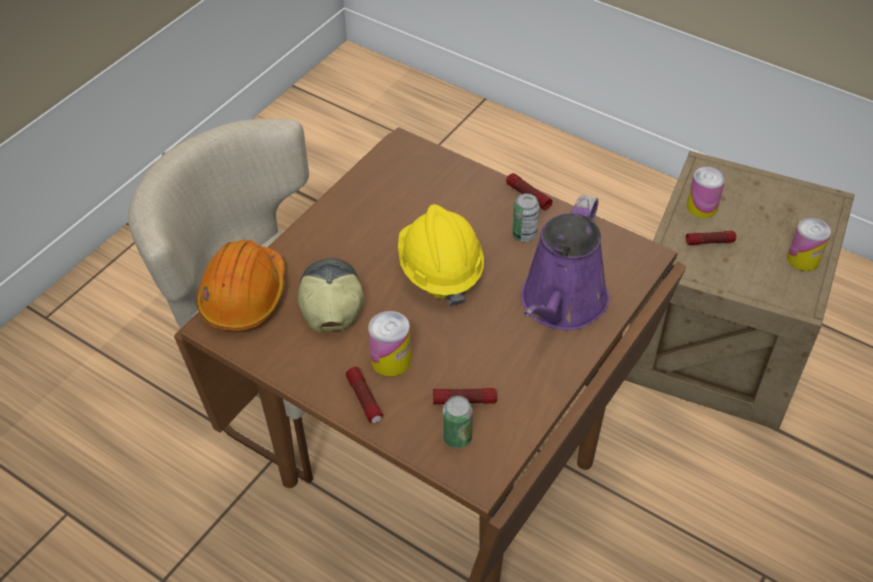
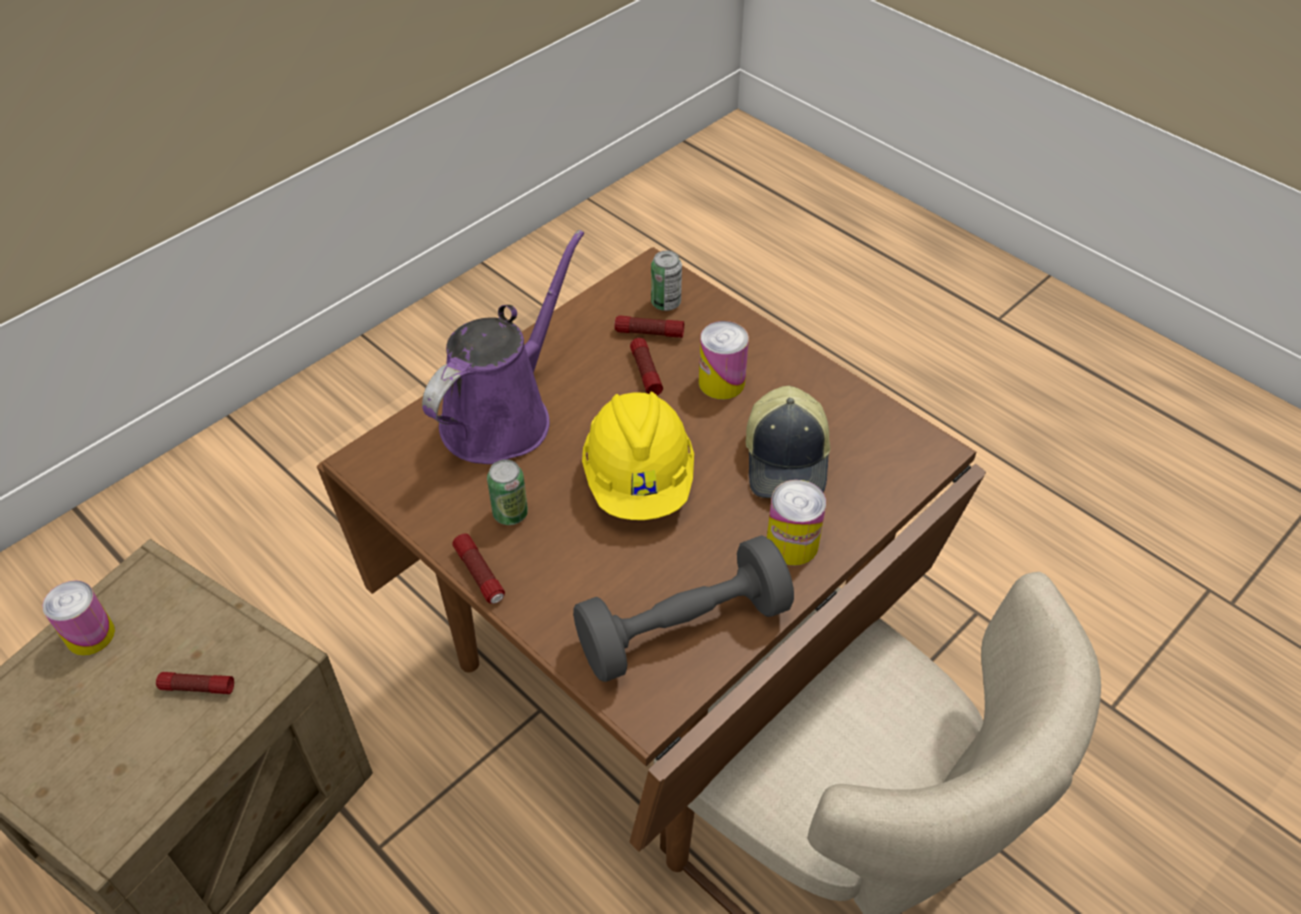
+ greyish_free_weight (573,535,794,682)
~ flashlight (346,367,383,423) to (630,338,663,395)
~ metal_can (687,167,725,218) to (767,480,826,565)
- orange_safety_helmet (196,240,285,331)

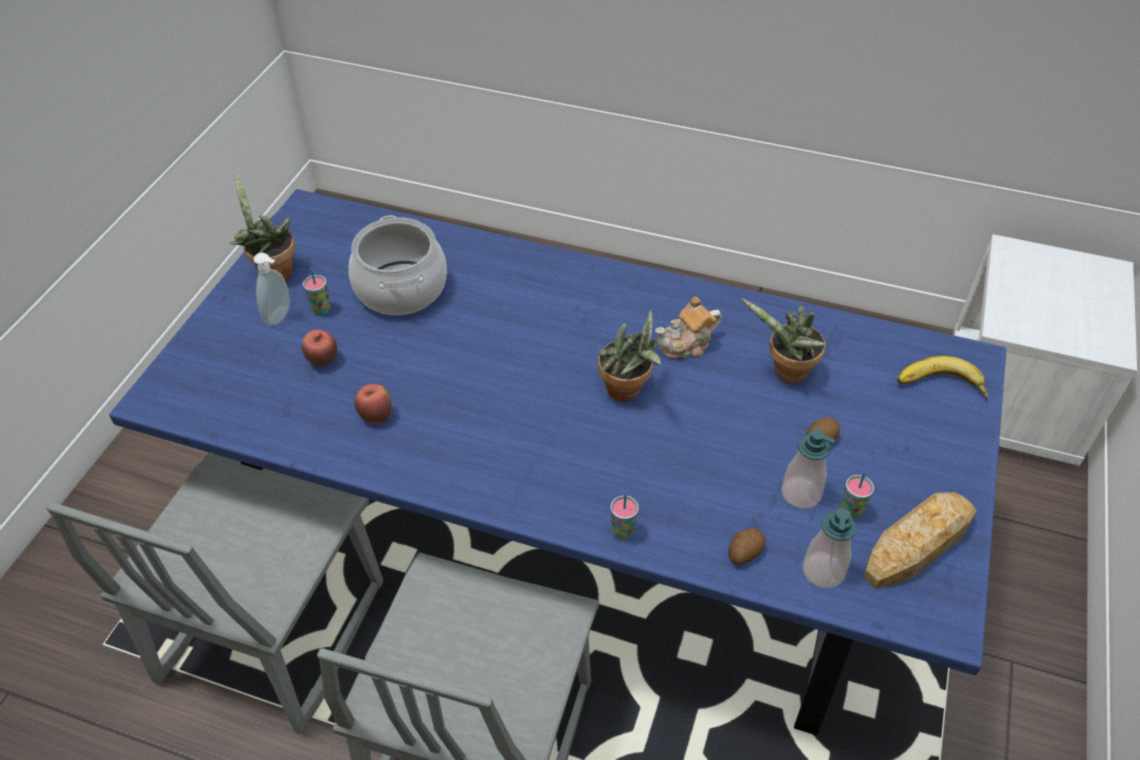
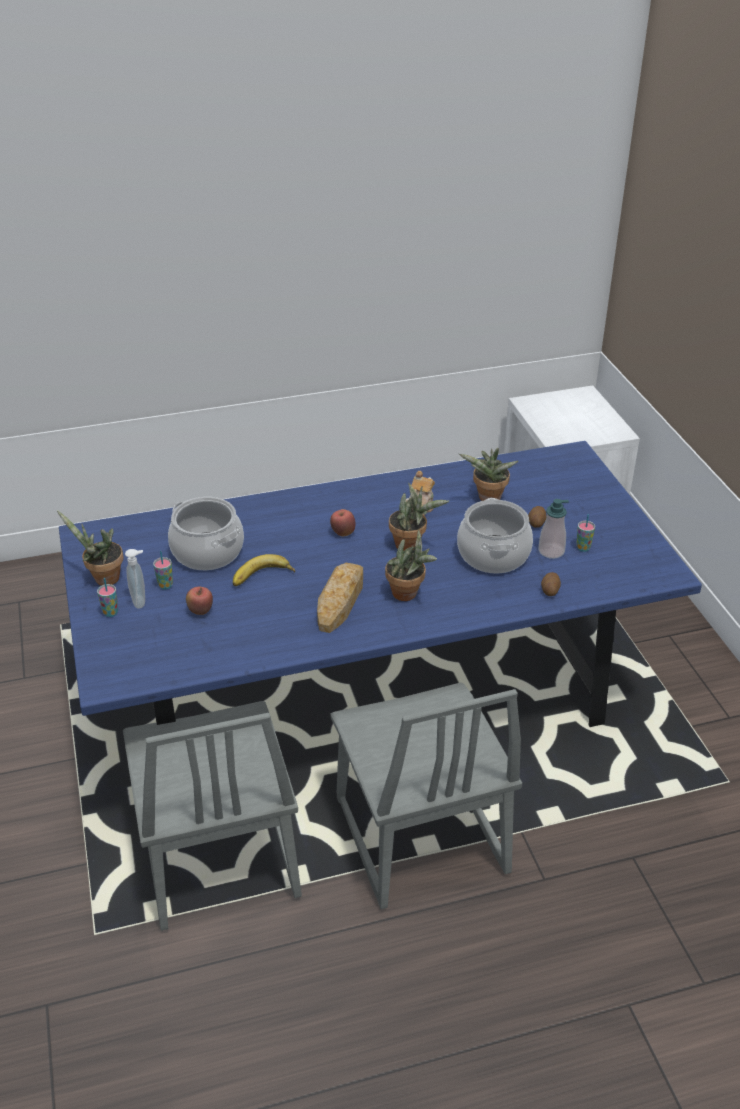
~ cup (611,493,639,540) to (97,578,118,617)
~ banana (897,356,988,399) to (233,554,295,586)
~ bakery_bread (863,492,977,588) to (317,563,363,633)
~ whole_apple (355,384,391,424) to (330,509,356,536)
+ plant_in_a_pot (385,530,437,601)
+ stockpot (457,498,533,574)
- soap_bottle (802,508,857,588)

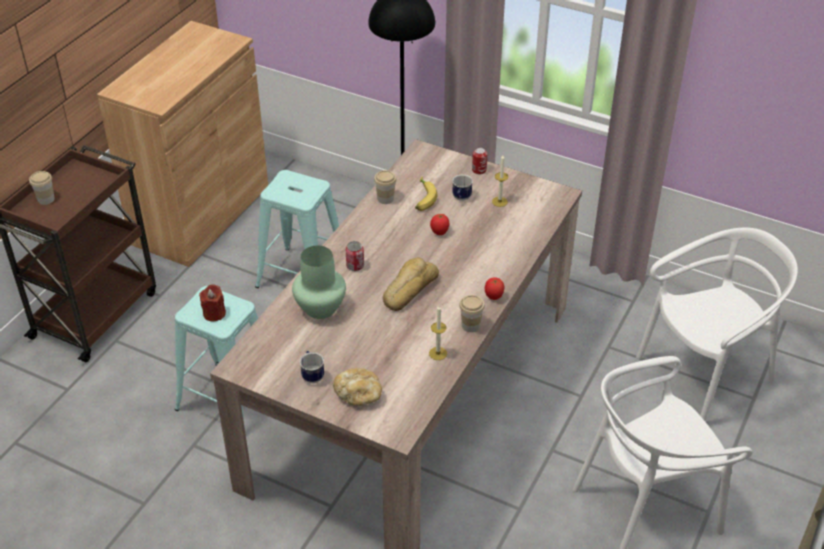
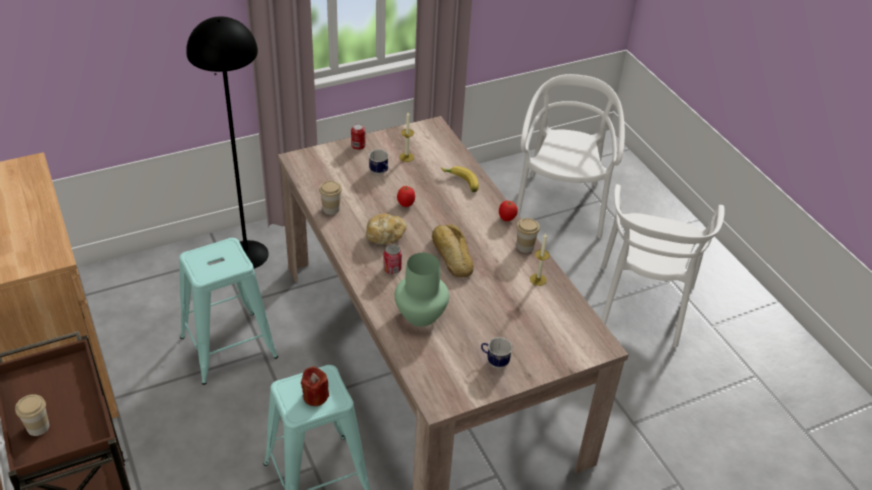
~ bakery_bread (333,368,382,406) to (366,213,407,244)
~ banana (415,177,438,211) to (441,166,479,192)

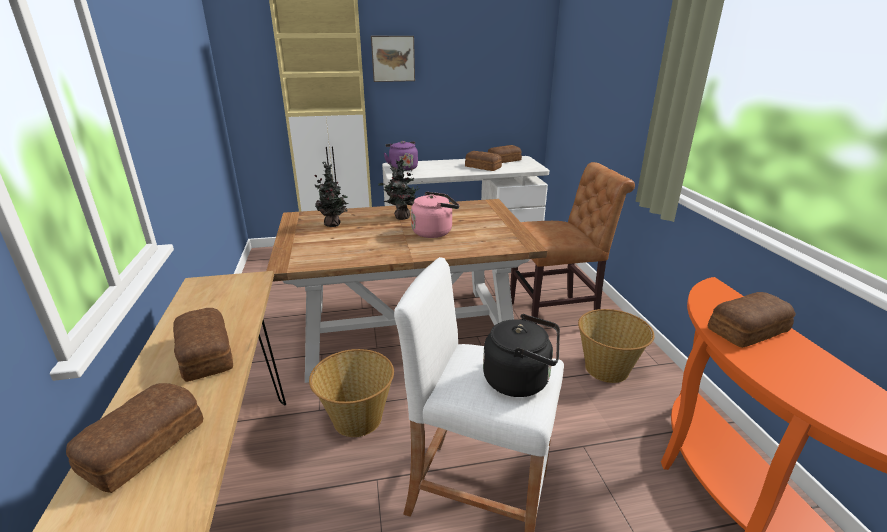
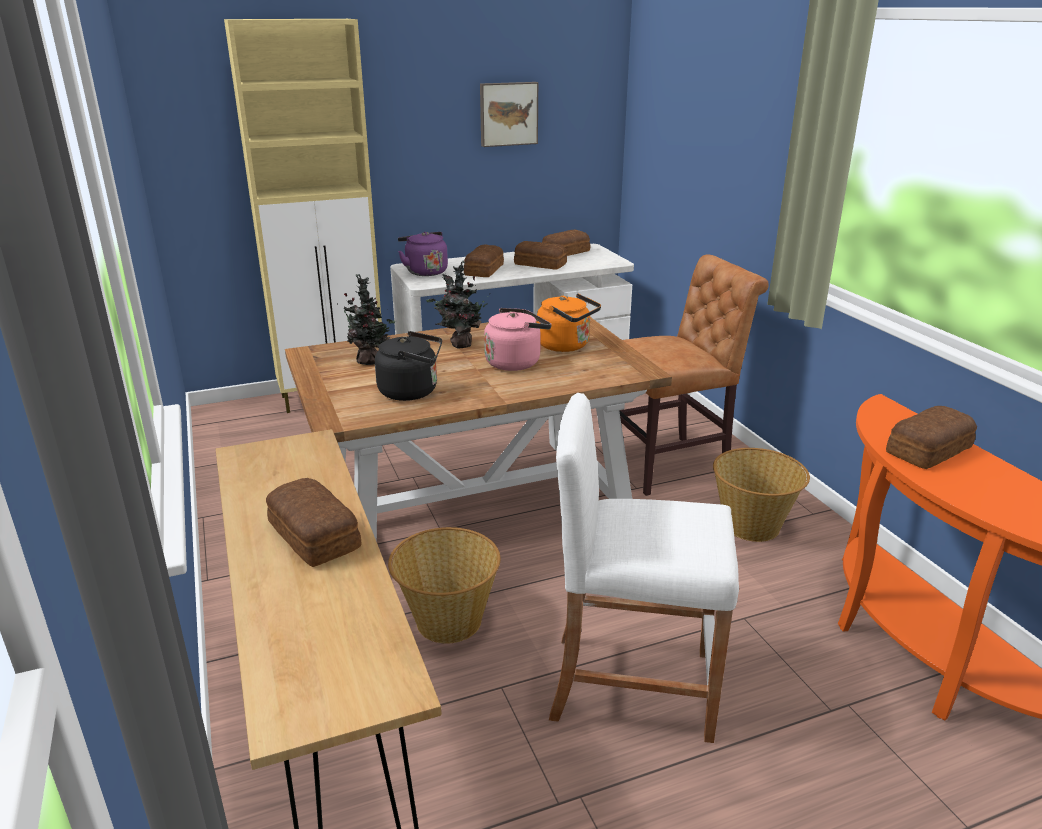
~ blackish_tea_kettle (483,314,560,397) to (375,331,442,401)
~ bakery_bread (66,383,203,493) to (464,245,504,277)
~ picture (371,36,415,82) to (480,82,538,147)
+ orange_tea_kettle (537,293,601,352)

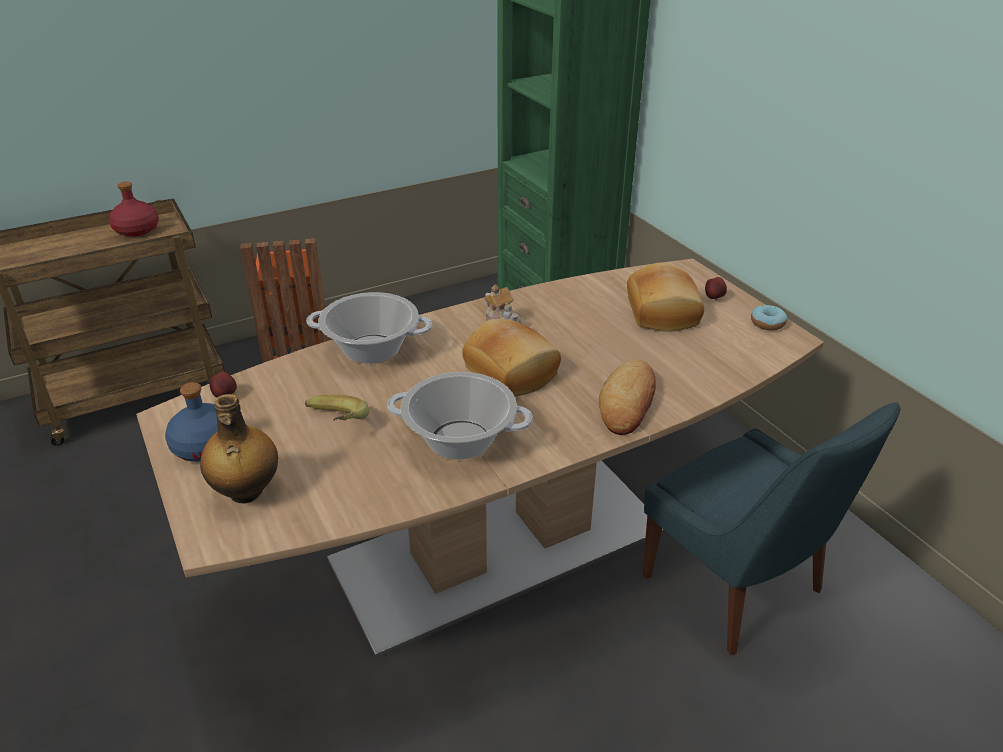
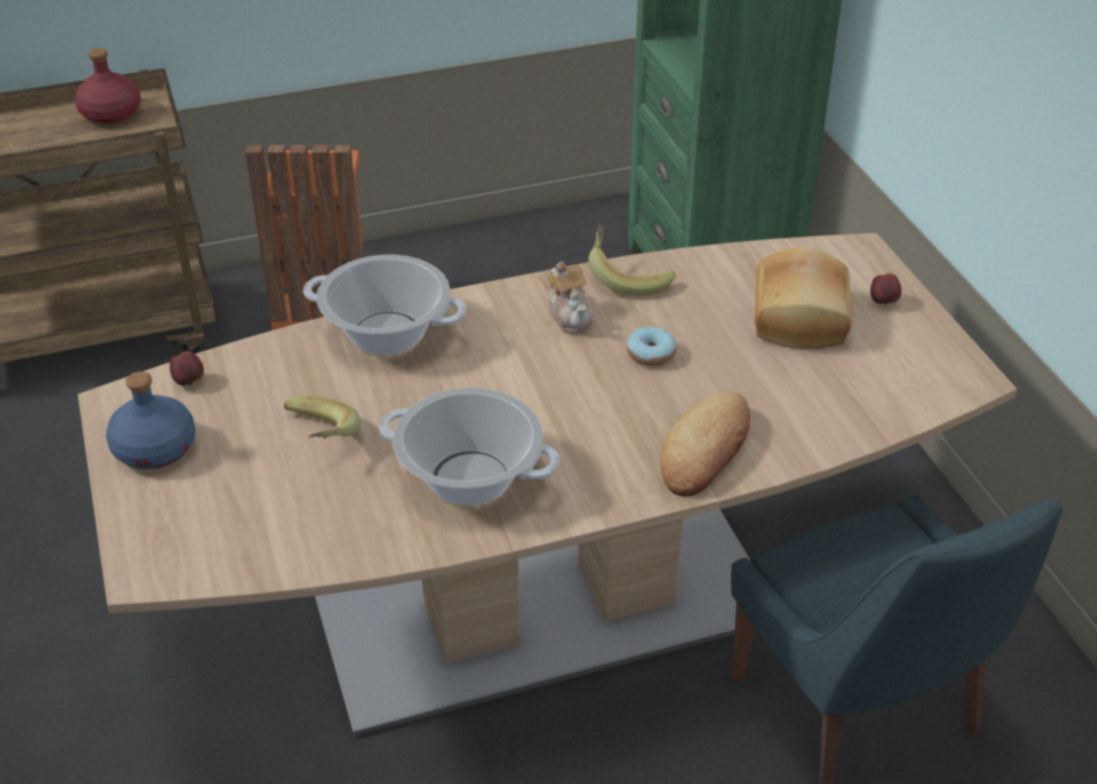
+ banana (588,223,676,296)
~ ring_doughnut (751,305,787,330) to (627,327,677,366)
- beverage_bottle (200,394,278,504)
- bakery_bread (462,319,561,396)

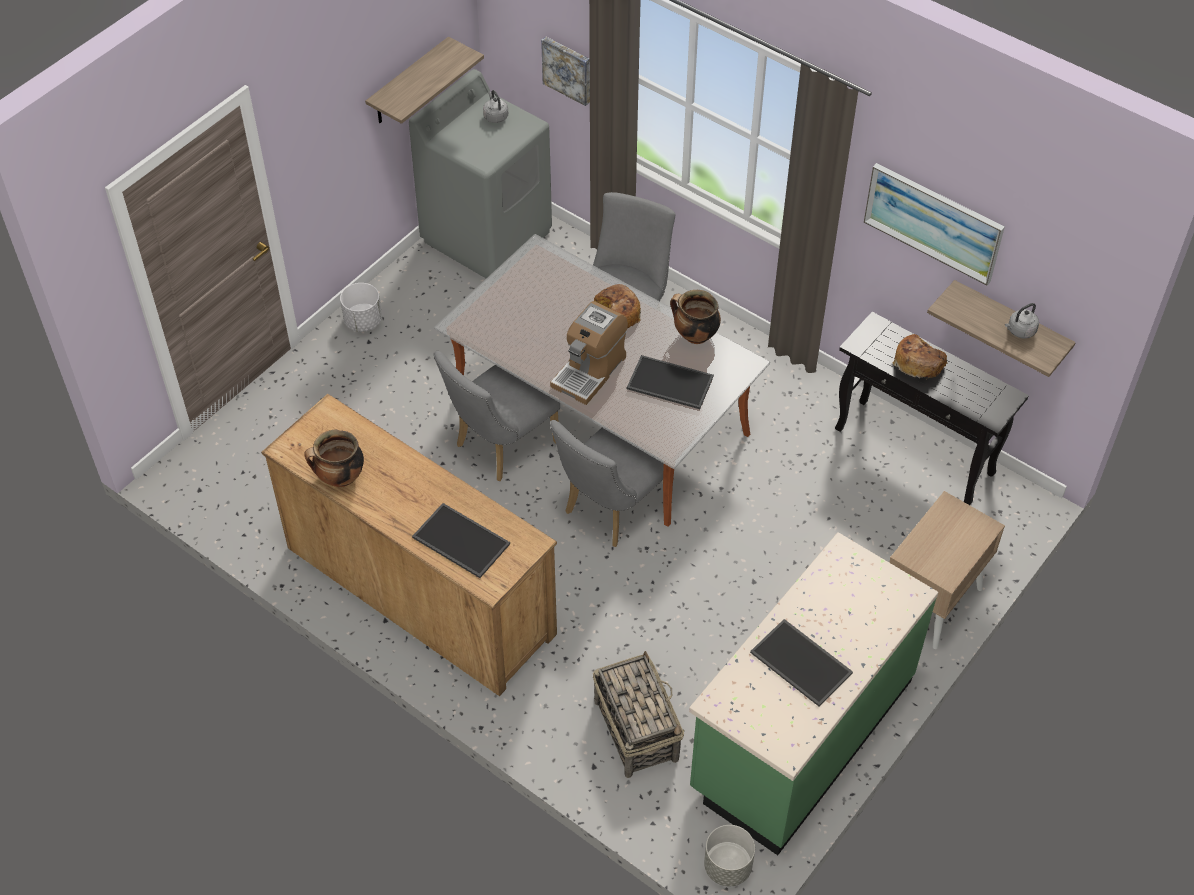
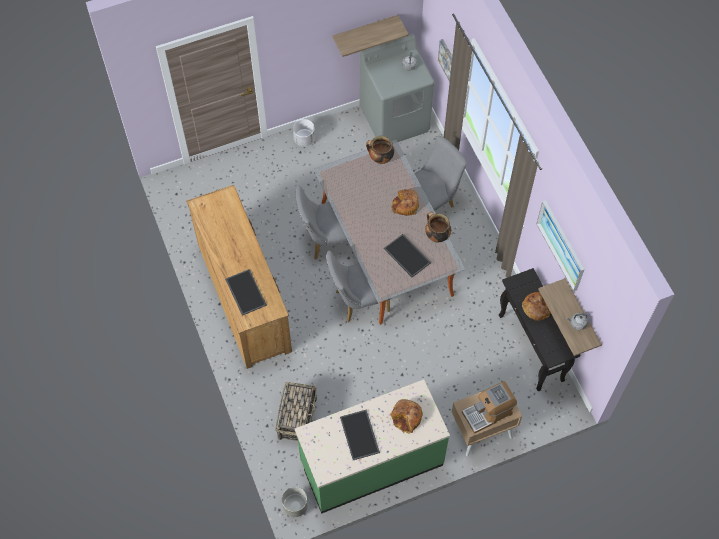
~ stockpot (304,430,364,487) to (366,136,394,164)
+ bakery_bread (390,399,423,434)
~ coffee_maker (550,301,628,405) to (462,381,517,434)

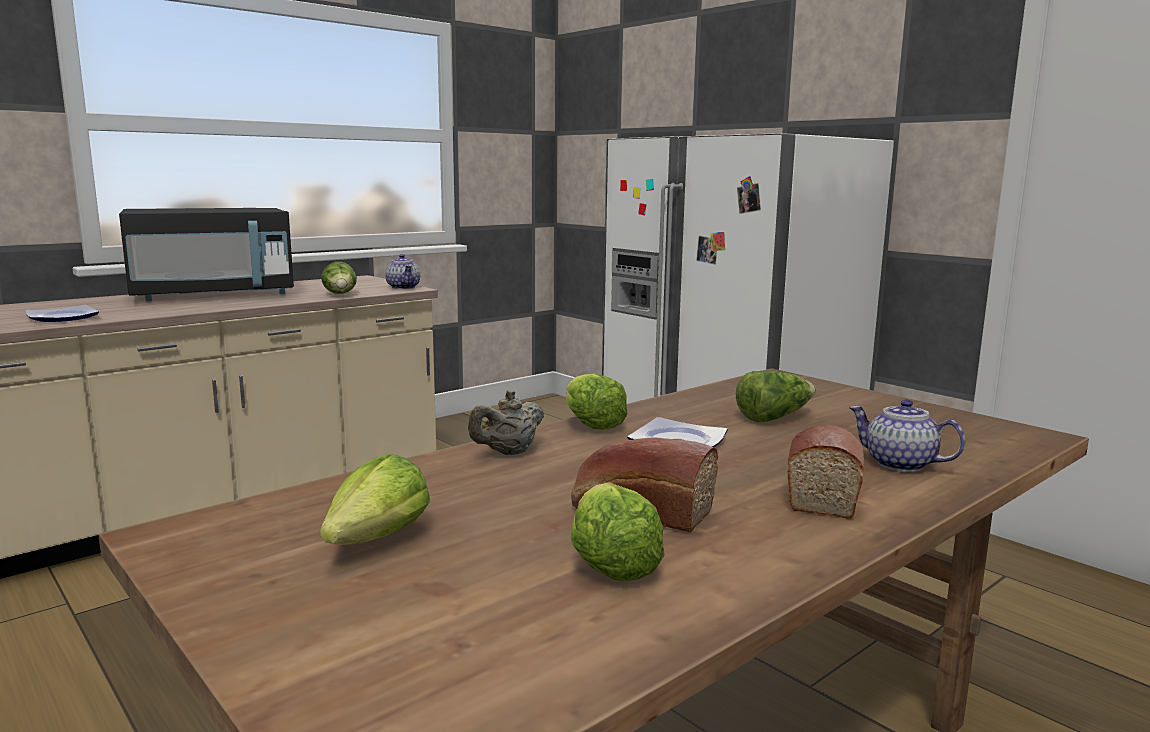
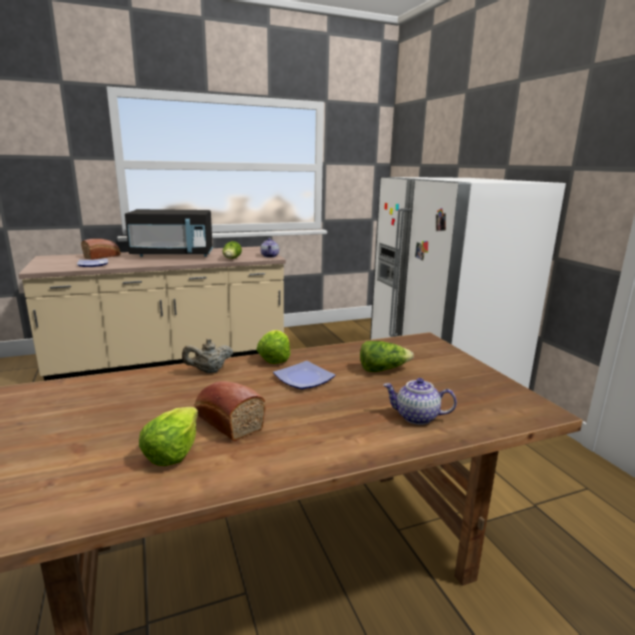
~ bakery_bread (788,425,864,519) to (81,239,121,260)
~ tea_pot (849,399,965,472) = (383,378,457,425) 45 degrees counterclockwise
- lettuce_head (320,454,430,545)

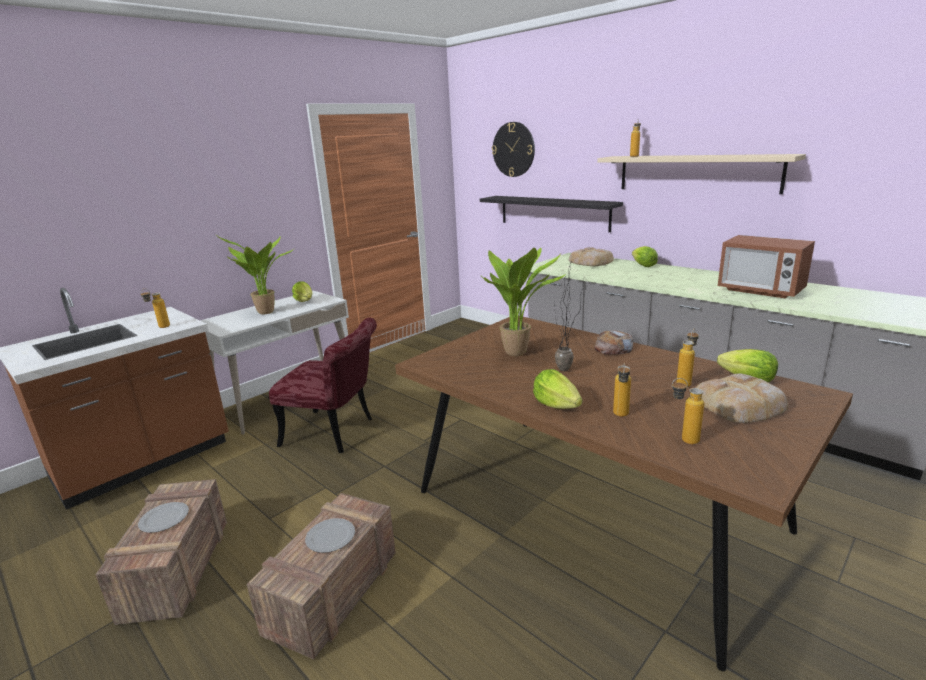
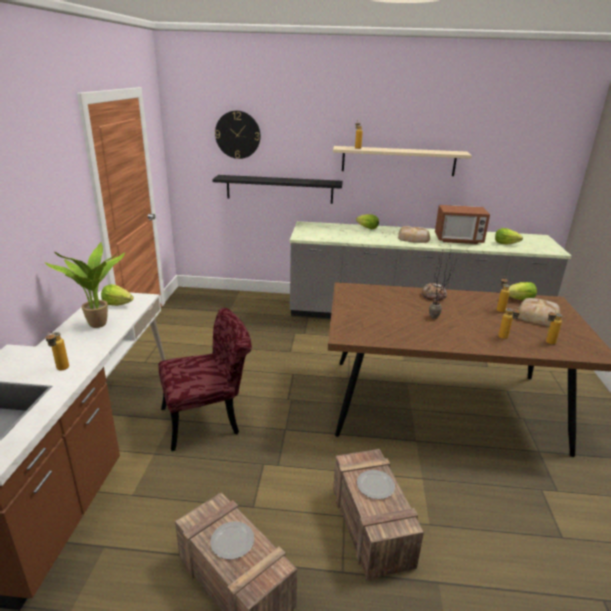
~ bakery_bread (569,247,614,266) to (398,226,430,243)
~ lettuce_head (533,369,582,409) to (495,228,523,245)
- plant_in_a_pot (481,248,566,356)

